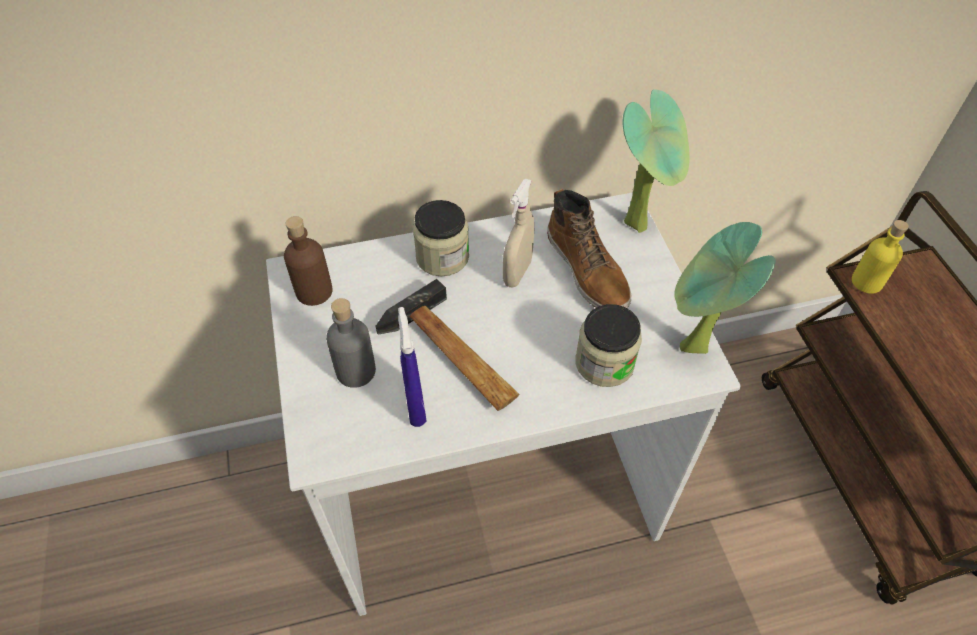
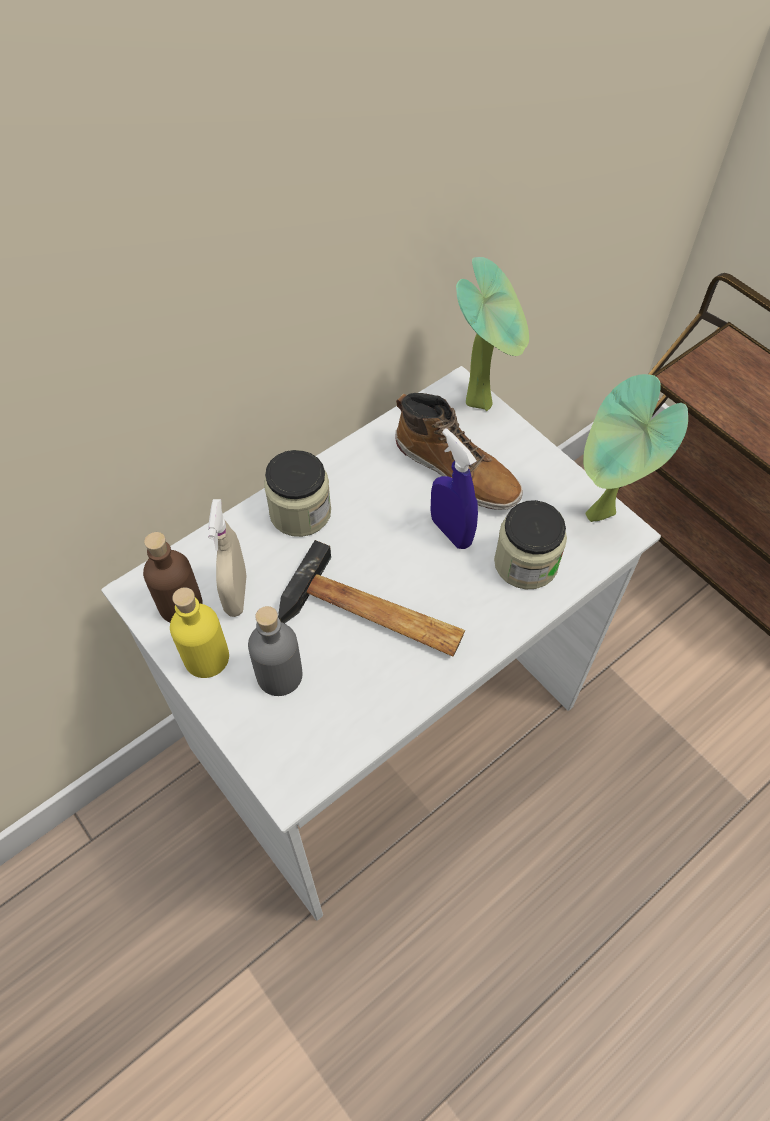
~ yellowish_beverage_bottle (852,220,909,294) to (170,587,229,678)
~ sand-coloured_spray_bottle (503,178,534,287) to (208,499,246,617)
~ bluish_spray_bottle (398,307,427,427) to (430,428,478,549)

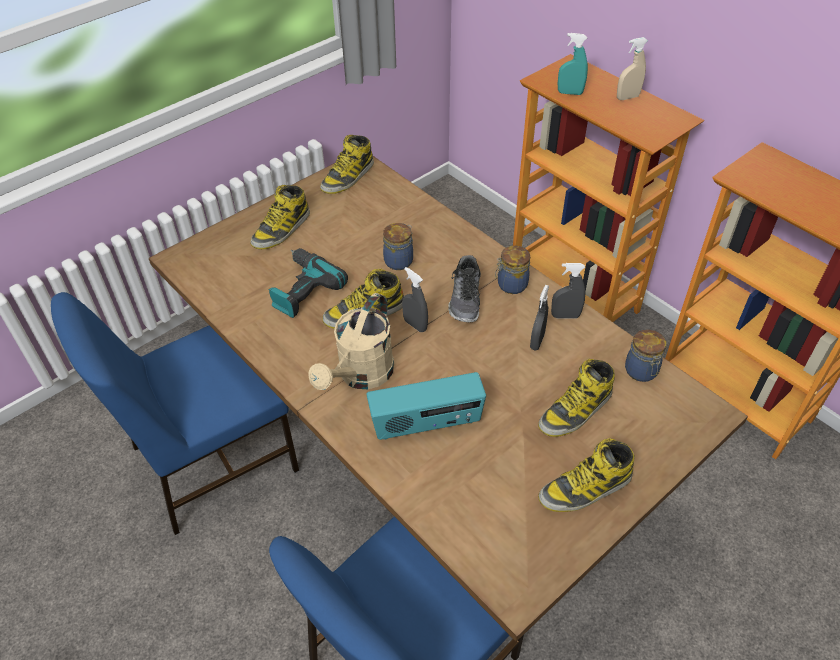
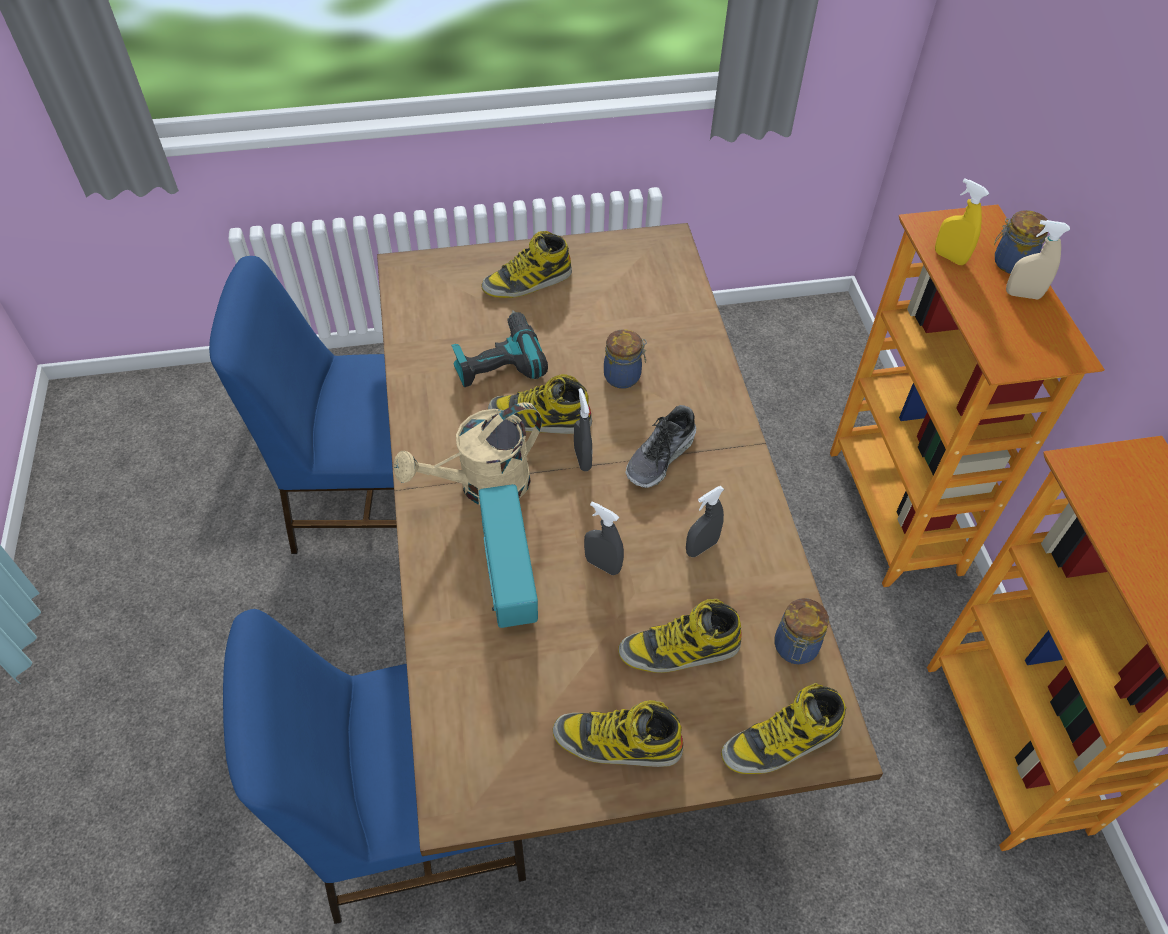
~ radio_set (366,372,486,440) = (479,484,538,628) 60 degrees clockwise
~ greyish_spray_bottle (551,263,585,318) to (584,501,624,575)
~ boot (320,135,374,194) to (721,683,847,774)
~ blue-green_spray_bottle (558,33,588,95) to yellowish_spray_bottle (935,178,989,265)
~ storage_jar (495,246,530,294) to (994,210,1048,274)

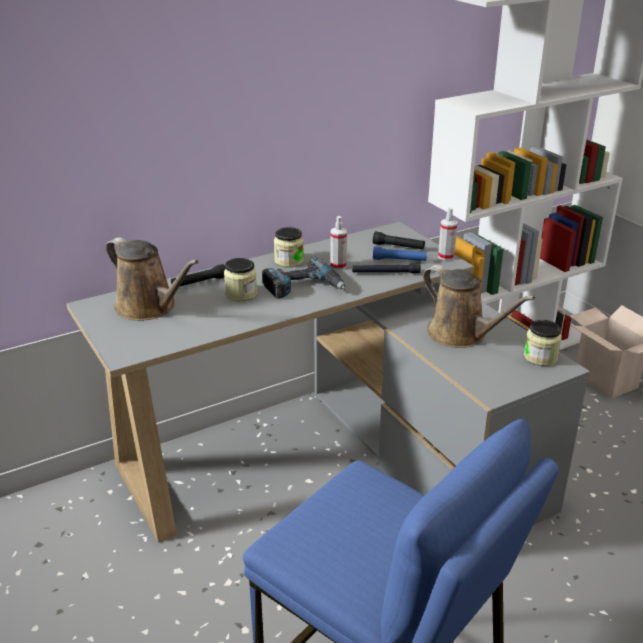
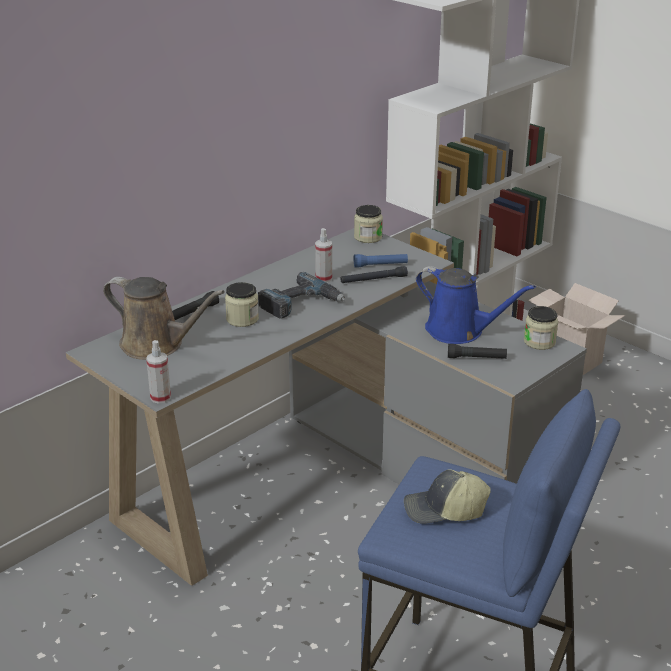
~ spray_bottle (438,208,458,260) to (146,340,171,404)
~ storage_jar (274,227,304,267) to (354,205,383,243)
+ baseball_cap (404,469,491,524)
~ brownish_sprinkling_can (423,265,535,348) to bluish_sprinkling_can (416,266,536,344)
~ blackish_flashlight (373,231,425,250) to (448,344,507,359)

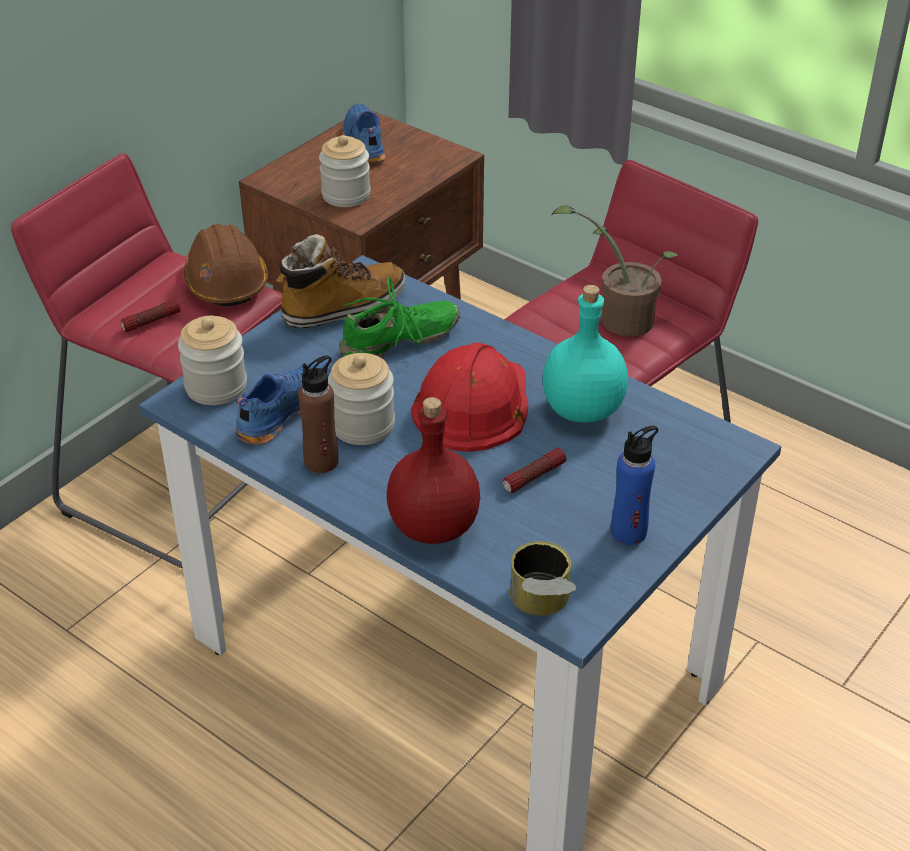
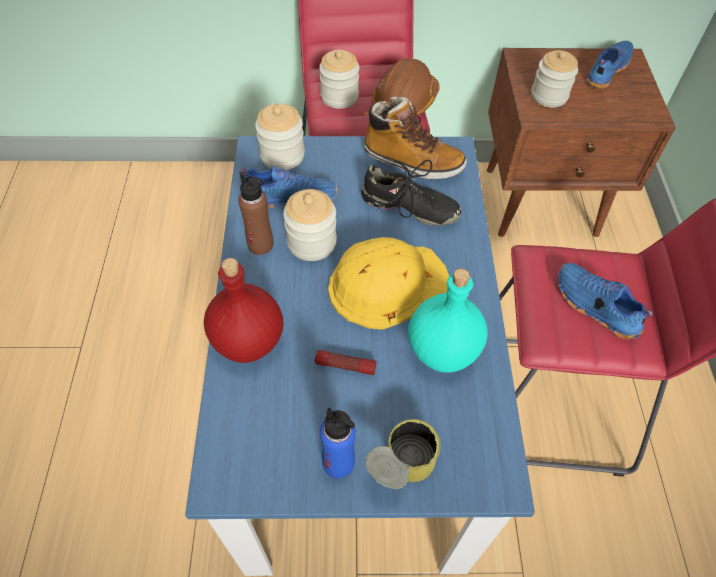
~ flashlight (120,299,180,332) to storage_jar (319,50,359,109)
~ reddish_safety_helmet (411,343,528,452) to yellowish_safety_helmet (328,237,449,330)
~ greenish_item_of_footwear (339,277,460,357) to blackish_item_of_footwear (361,157,462,226)
~ metal_can (510,541,577,616) to (365,419,441,489)
~ plant_in_a_pot (551,205,679,337) to bluish_item_of_footwear (558,263,653,339)

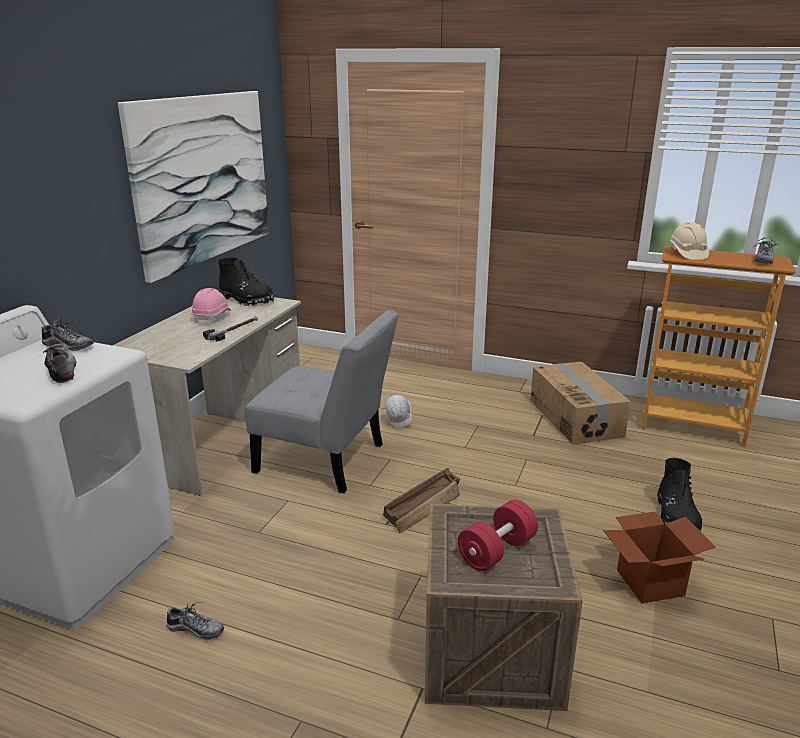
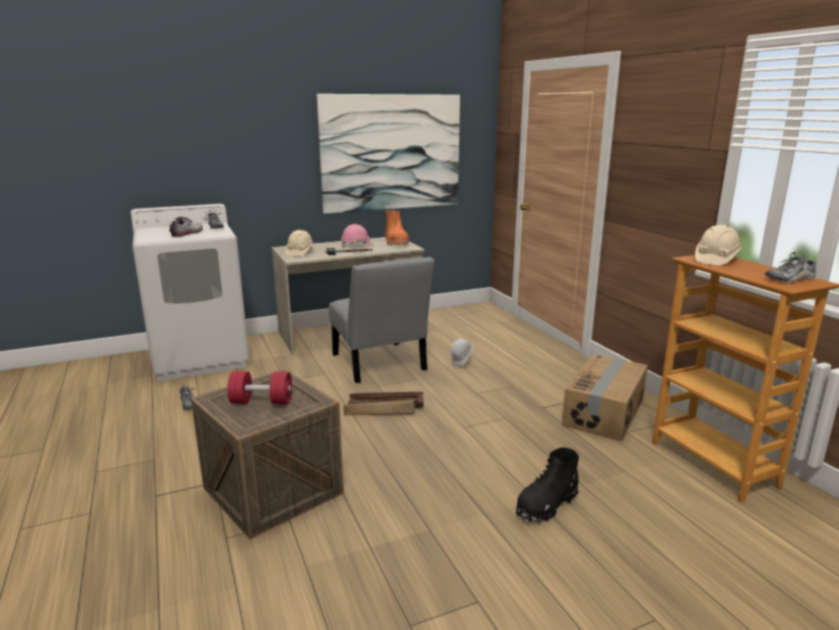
+ sand-coloured_safety_helmet (285,230,314,257)
~ blackish_boot (218,257,274,306) to orange_boot (385,210,409,245)
- packing_box (603,512,715,603)

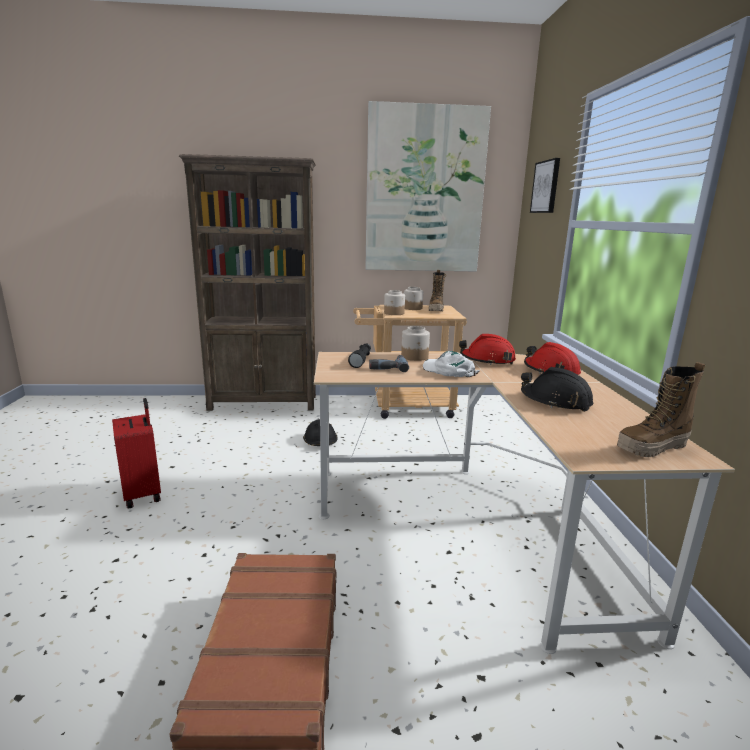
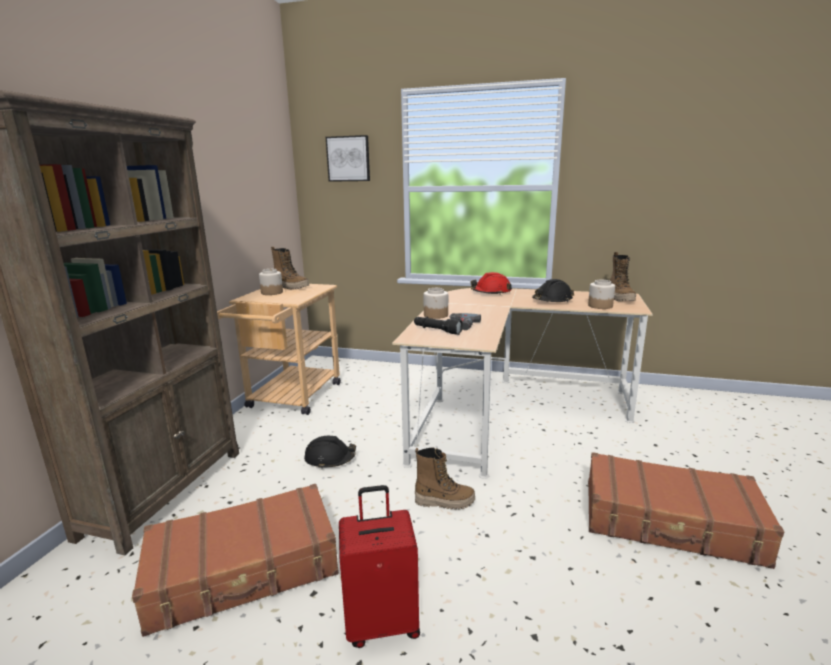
+ brownish_piece_of_luggage (132,484,339,637)
+ boot (415,447,475,510)
~ storage_jar (384,290,405,315) to (588,280,615,309)
- picture (365,101,491,272)
- white_baseball_cap (423,351,480,377)
- reddish_safety_helmet (459,334,516,365)

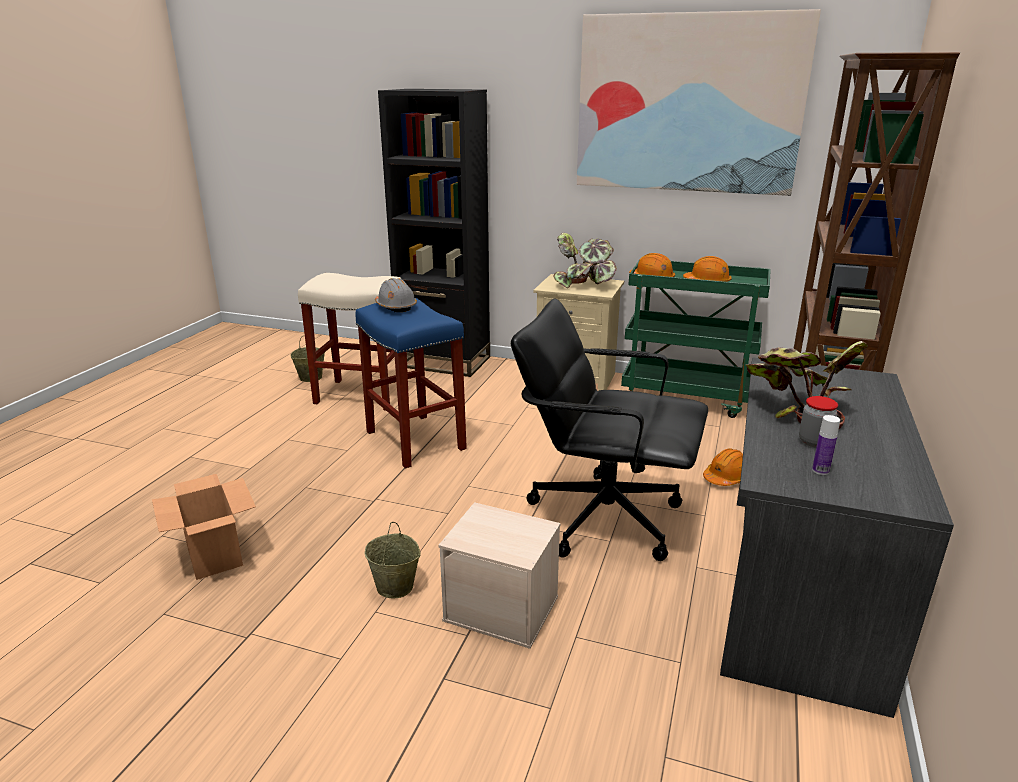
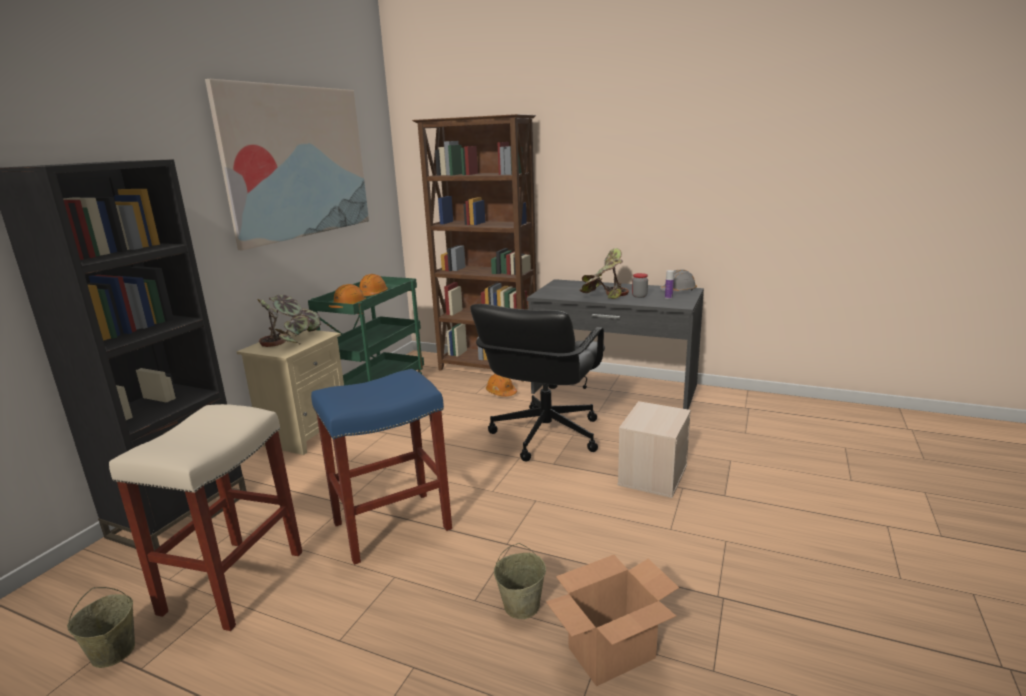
~ sand-coloured_pail (364,522,421,598) to (494,543,546,619)
~ greyish_safety_helmet (375,278,417,312) to (660,269,697,292)

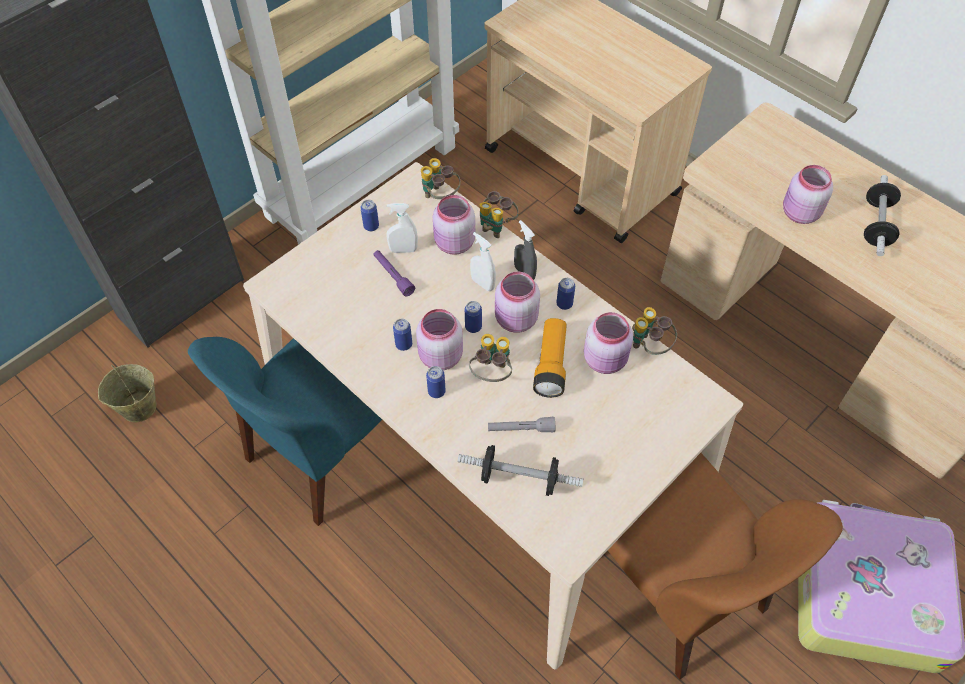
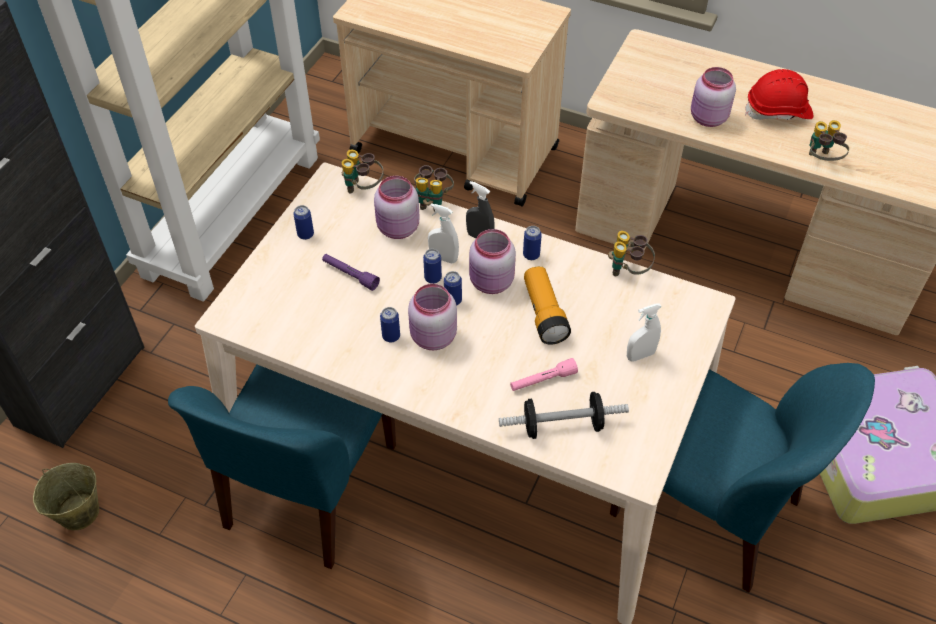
~ metal_can (426,366,446,398) to (423,249,442,284)
~ greyish_flashlight (488,417,555,432) to pinkish_flashlight (510,358,578,391)
~ brownish_plain_chair (608,453,843,680) to bluish_plain_chair (610,363,875,593)
~ white_spray_bottle (387,203,418,253) to (627,303,662,361)
~ free_weight (864,175,901,256) to reddish_safety_helmet (745,69,813,120)
~ field_glasses (469,334,512,382) to (809,120,849,161)
- pinkish_storage_jar (584,312,633,374)

